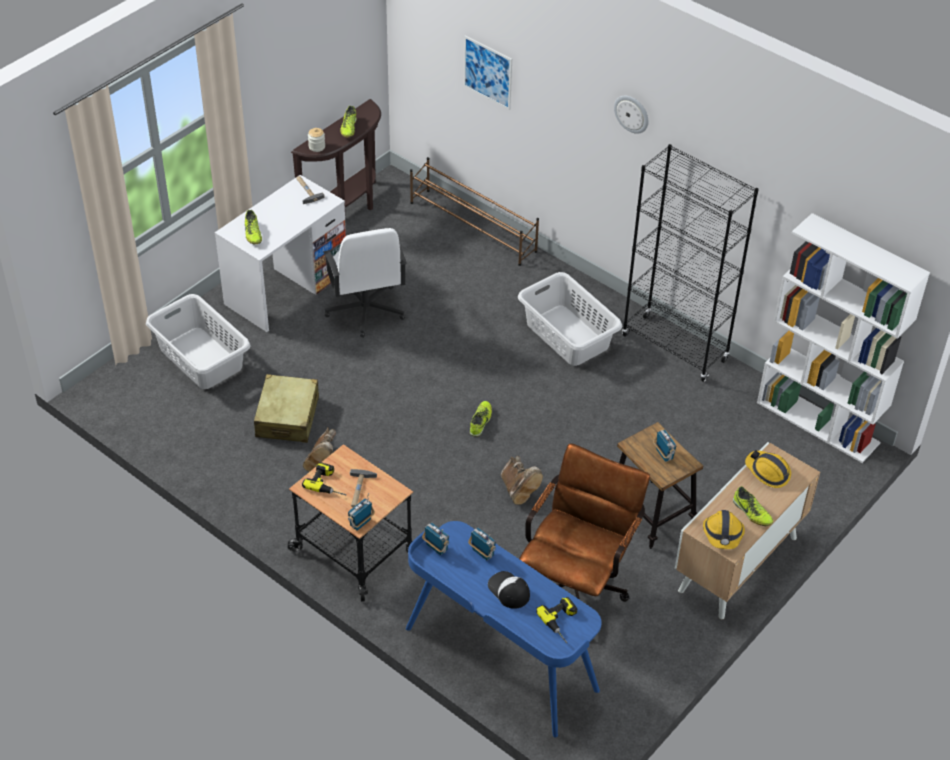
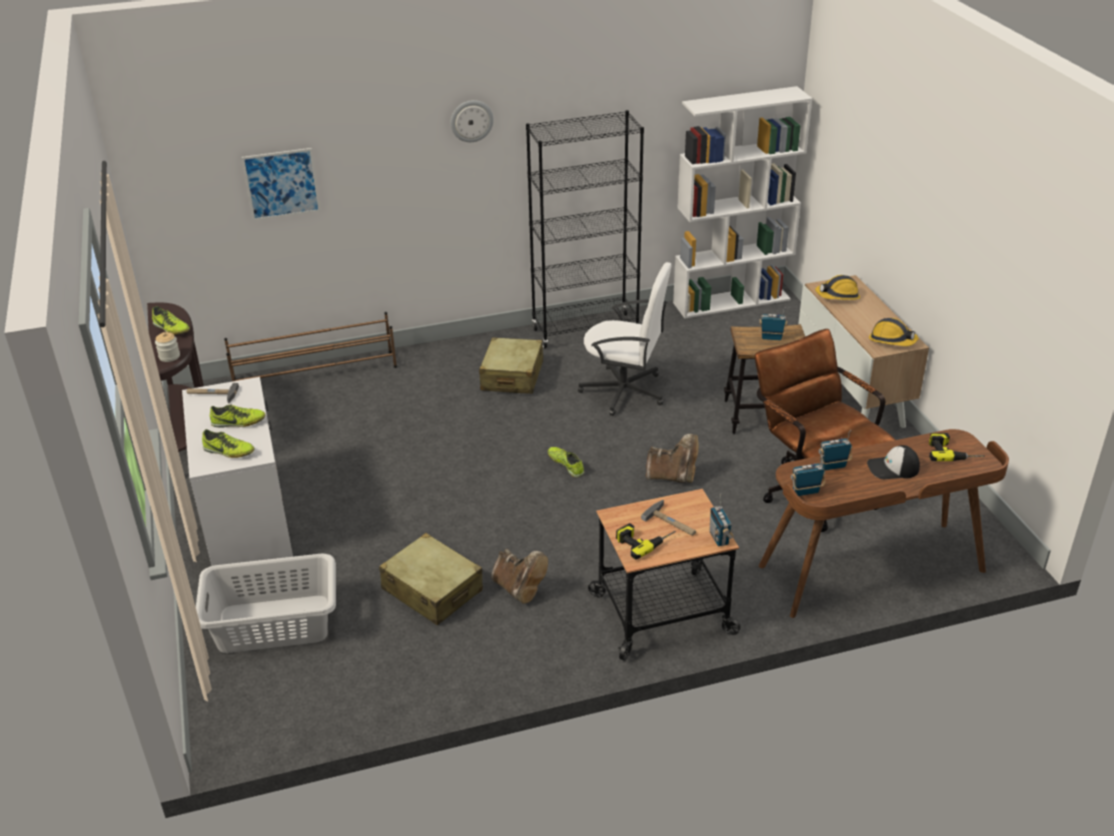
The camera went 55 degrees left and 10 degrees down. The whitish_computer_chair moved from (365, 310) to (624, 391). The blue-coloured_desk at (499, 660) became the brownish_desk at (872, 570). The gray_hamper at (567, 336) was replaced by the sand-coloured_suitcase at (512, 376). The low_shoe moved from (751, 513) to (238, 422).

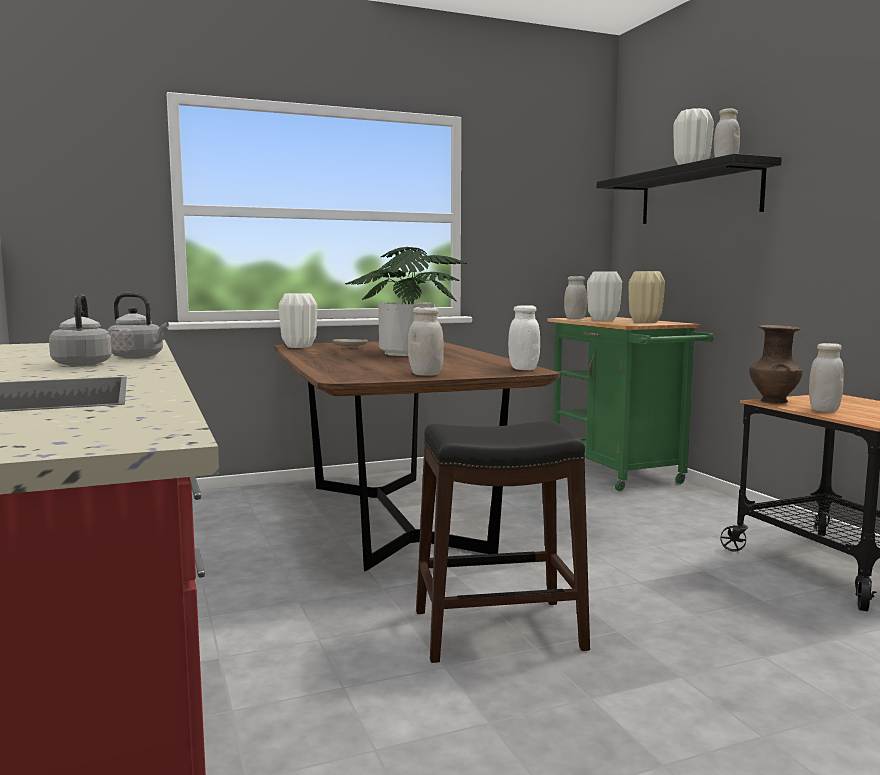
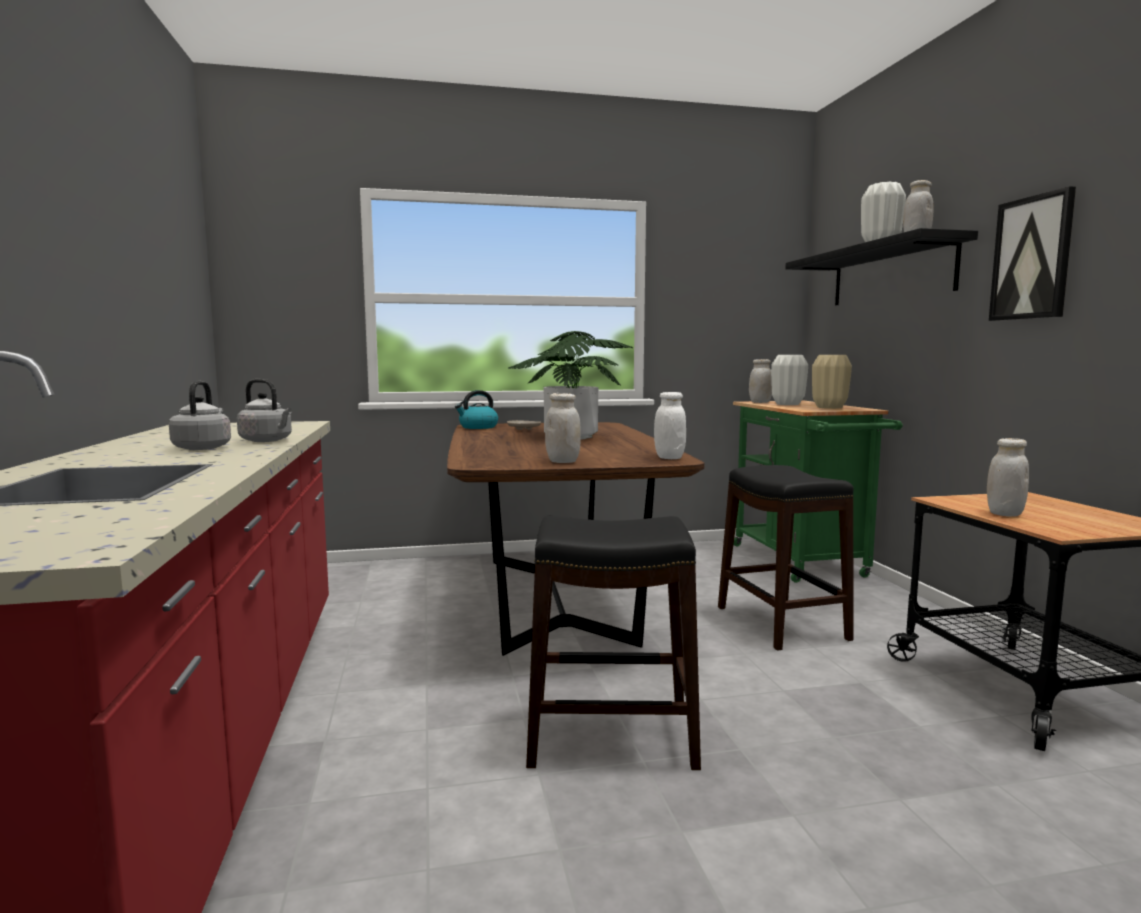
The camera went 10 degrees right and 0 degrees up. The whitish_vase at (299, 347) was replaced by the kettle at (478, 427). The brownish_vase at (773, 401) disappeared. The blackish_stool_seat at (781, 622) appeared. The picture at (1032, 258) appeared.

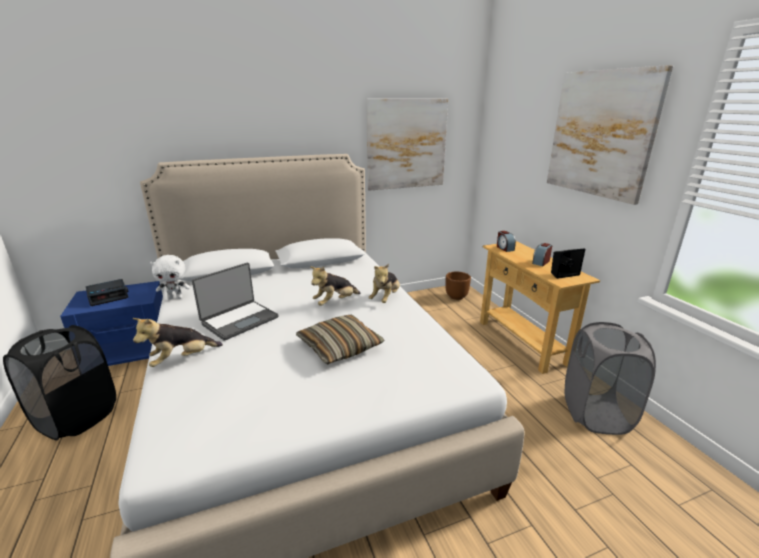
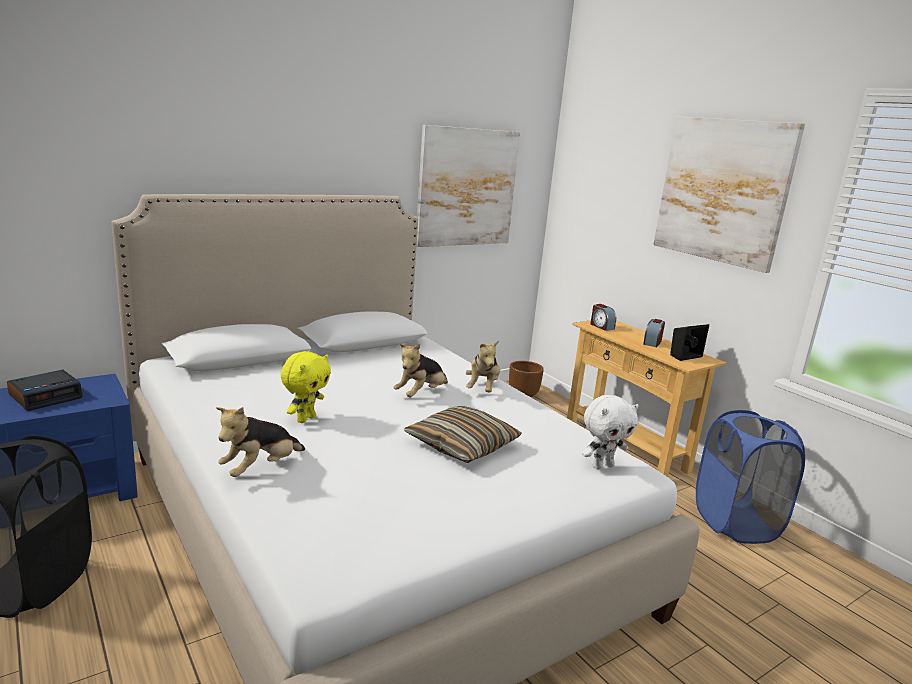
The camera went 15 degrees left and 5 degrees down. The whitish_plush_toy moved from (175, 298) to (602, 466). The laptop at (239, 320) was replaced by the yellow-coloured_plush_toy at (305, 419). The gray_hamper at (596, 414) became the blue-coloured_hamper at (735, 523).

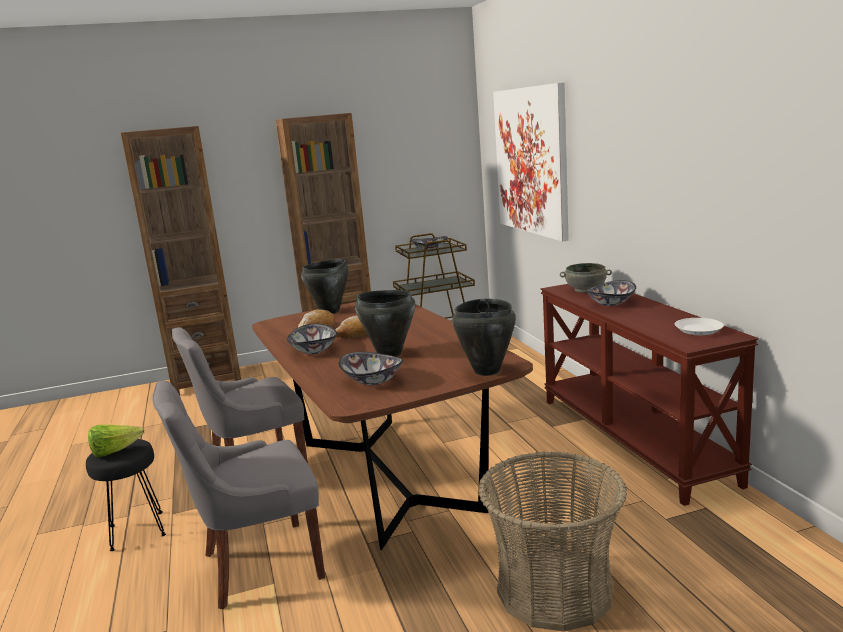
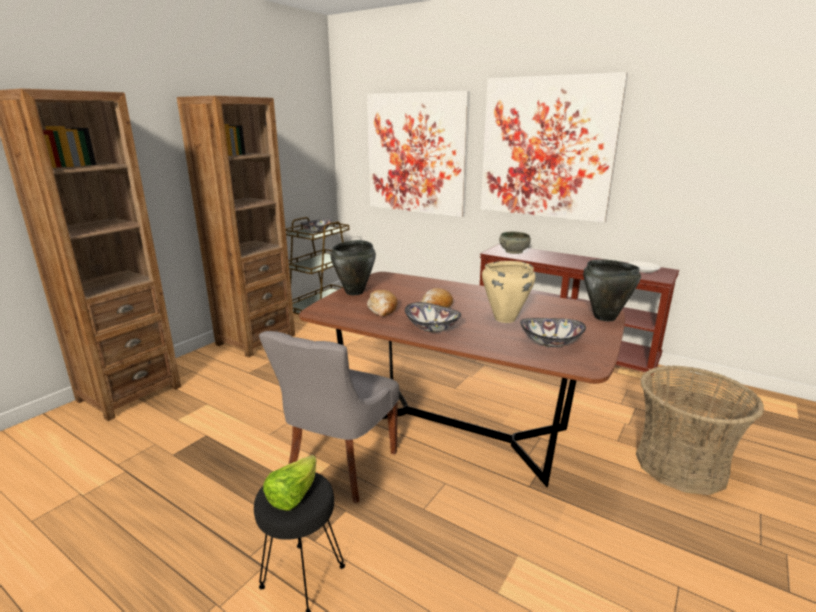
The camera went 40 degrees left and 5 degrees up. The gray_upright_chair at (258, 565) disappeared. The blackish_cooking_pot at (389, 354) became the sand-coloured_cooking_pot at (504, 319). The serving_bowl at (610, 303) disappeared. The picture at (547, 148) appeared.

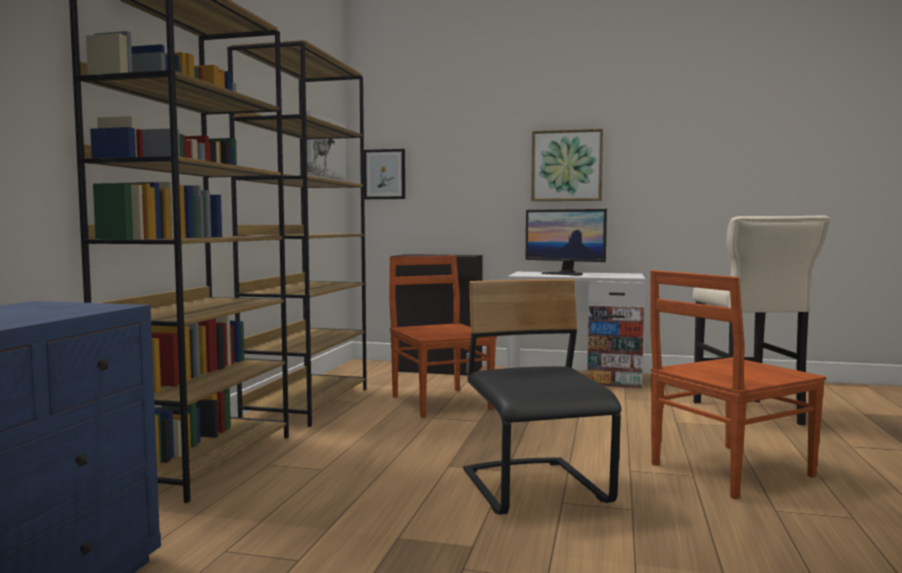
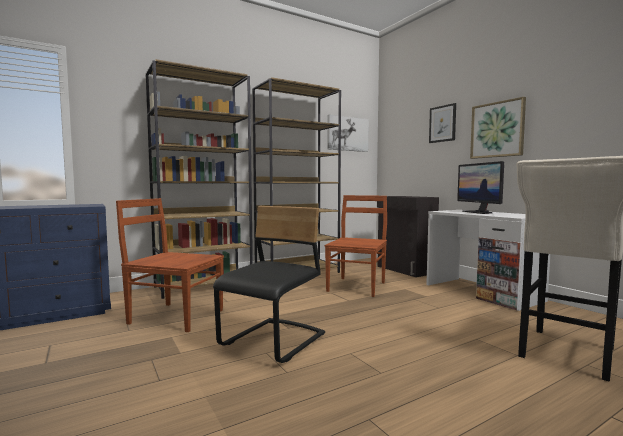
The camera went 45 degrees right and 0 degrees up. The picture moved from (384, 174) to (442, 124). The brownish_upright_chair moved from (728, 471) to (175, 316).

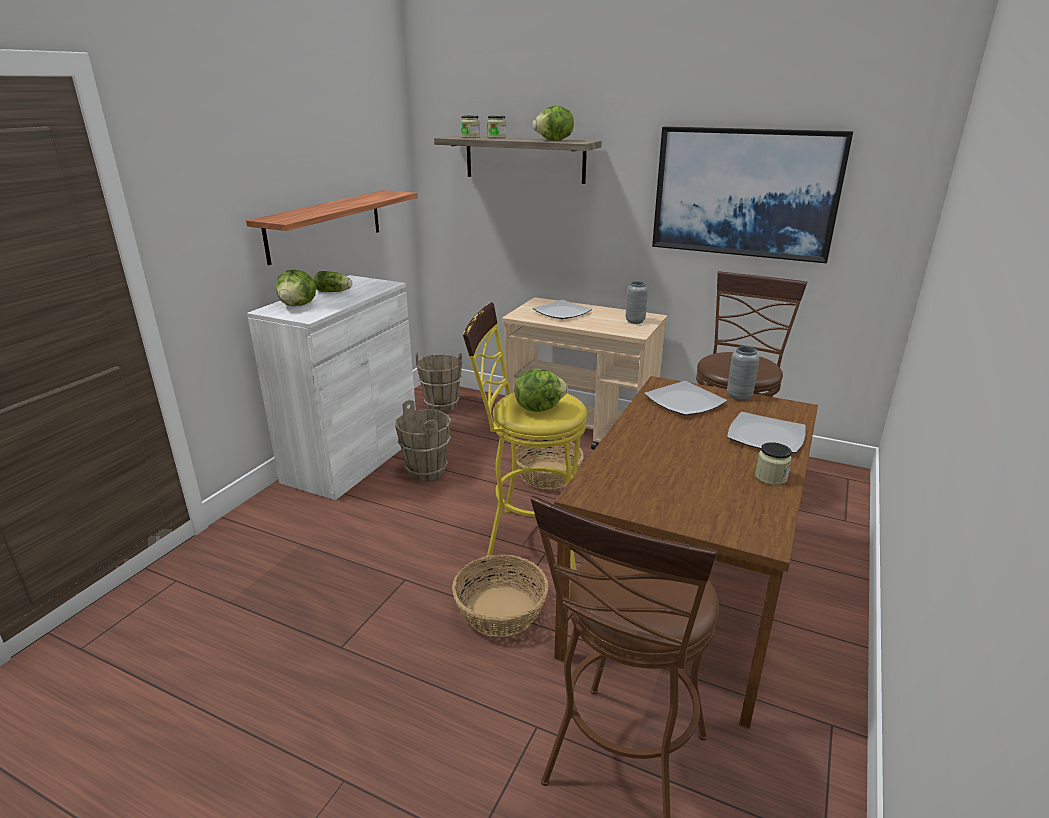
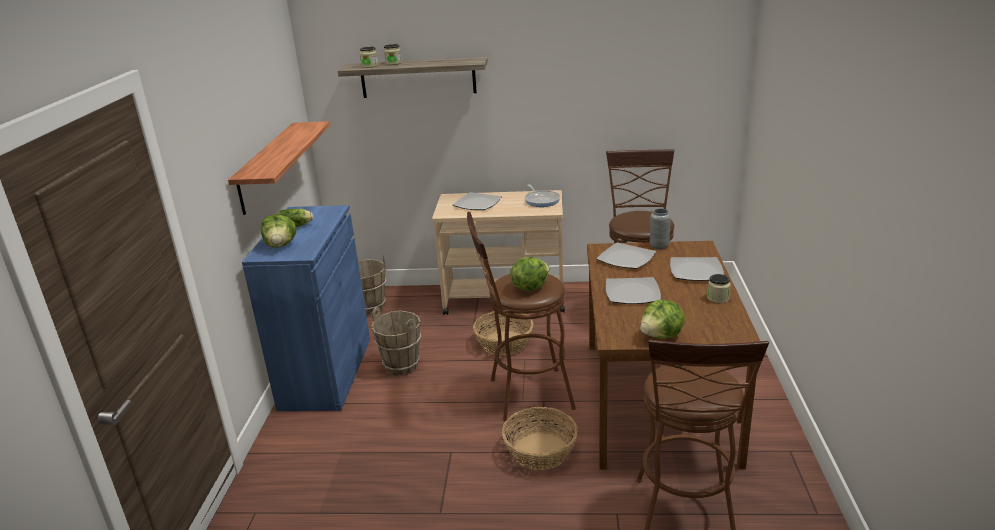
The camera went 20 degrees left and 0 degrees up. The whitish_cabinet at (352, 458) became the blue-coloured_cabinet at (326, 372). The yellow-coloured_stool_seat at (528, 538) became the brownish_stool_seat at (523, 395). The head_of_lettuce moved from (554, 141) to (662, 336). The gray_vase at (635, 321) was replaced by the pan at (541, 200). The picture at (745, 193) disappeared. The plate at (633, 293) appeared.

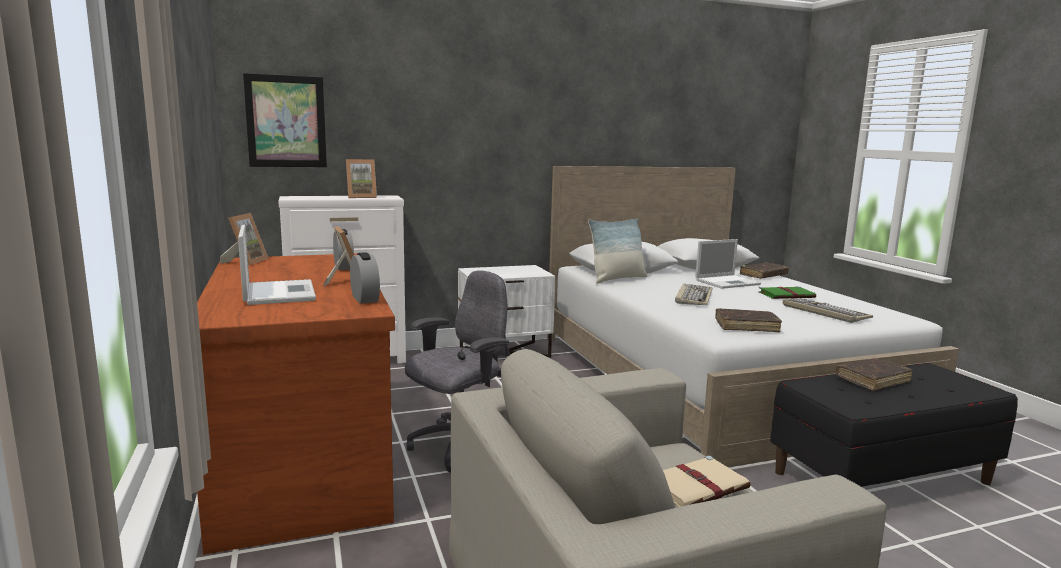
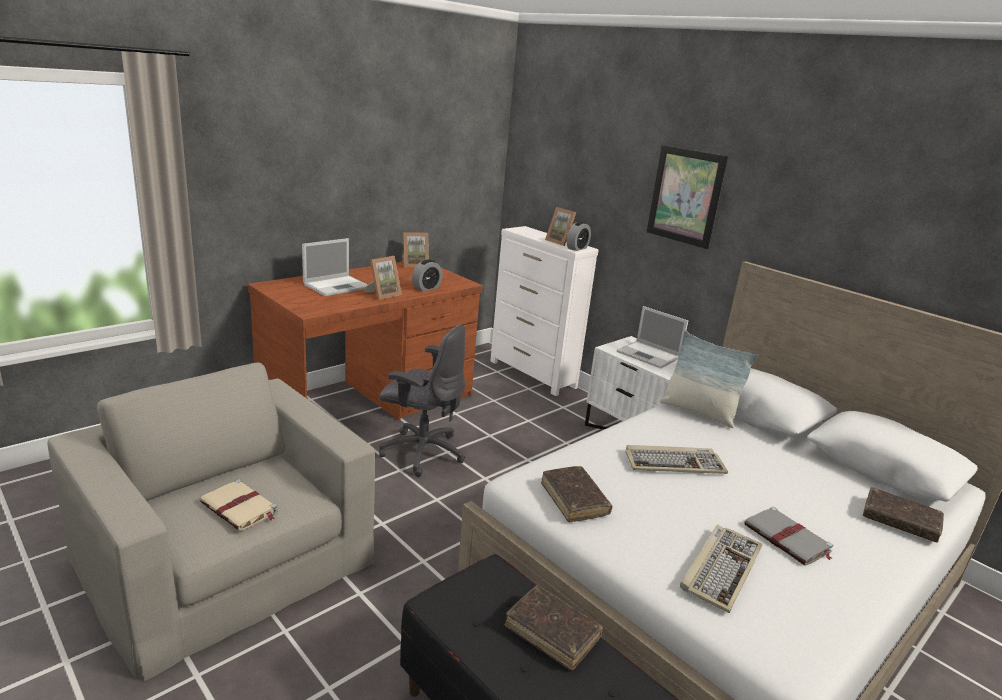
The camera went 65 degrees right and 10 degrees up. The picture moved from (286, 121) to (685, 196). The alarm_clock moved from (365, 299) to (577, 248). The laptop moved from (728, 282) to (649, 355). The green_bound_book at (787, 295) became the gray_bound_book at (788, 539).

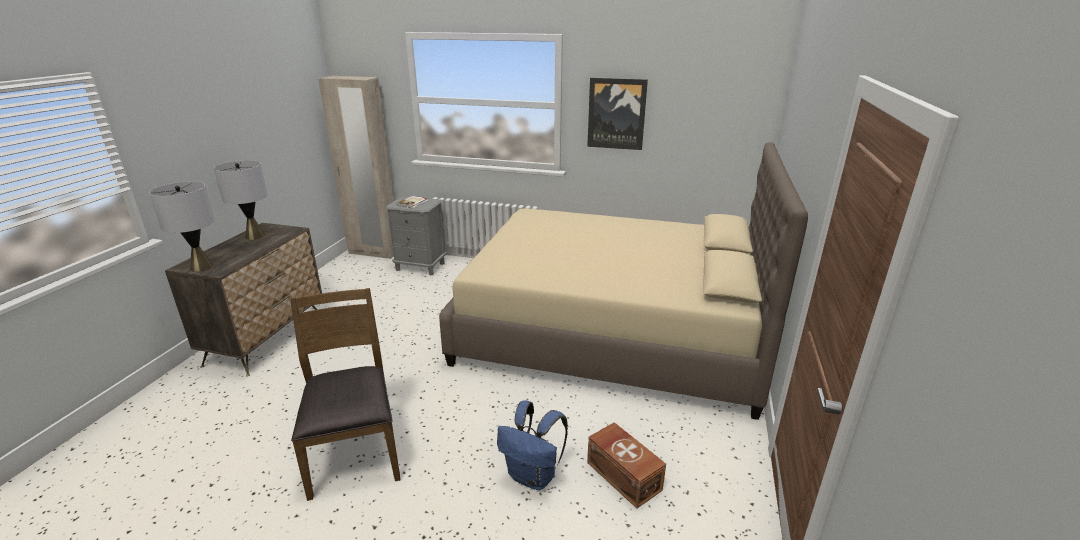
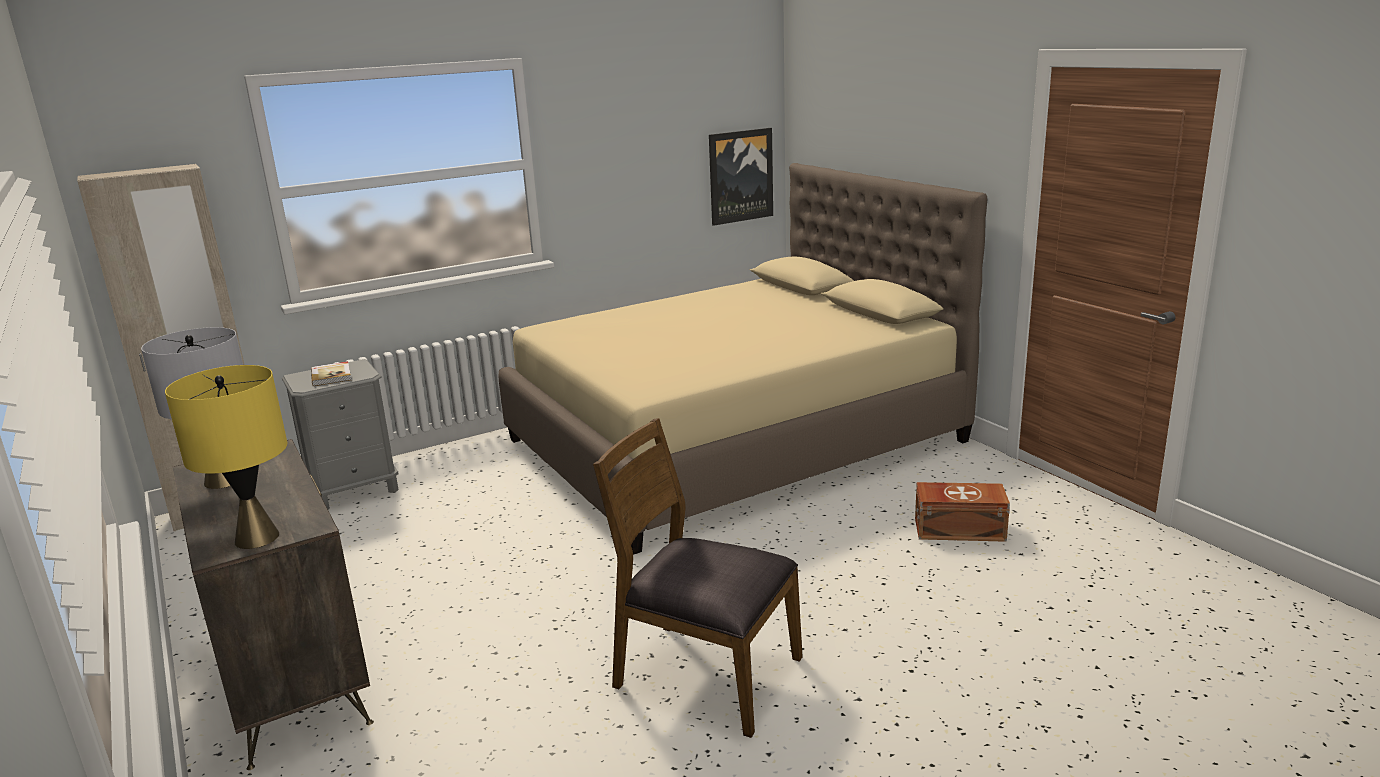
The camera went 45 degrees left and 5 degrees down. The gray_tabletop_lamp at (201, 267) became the yellow-coloured_tabletop_lamp at (256, 538). The blue-coloured_rucksack at (533, 476) disappeared. The picture moved from (616, 114) to (740, 176).

